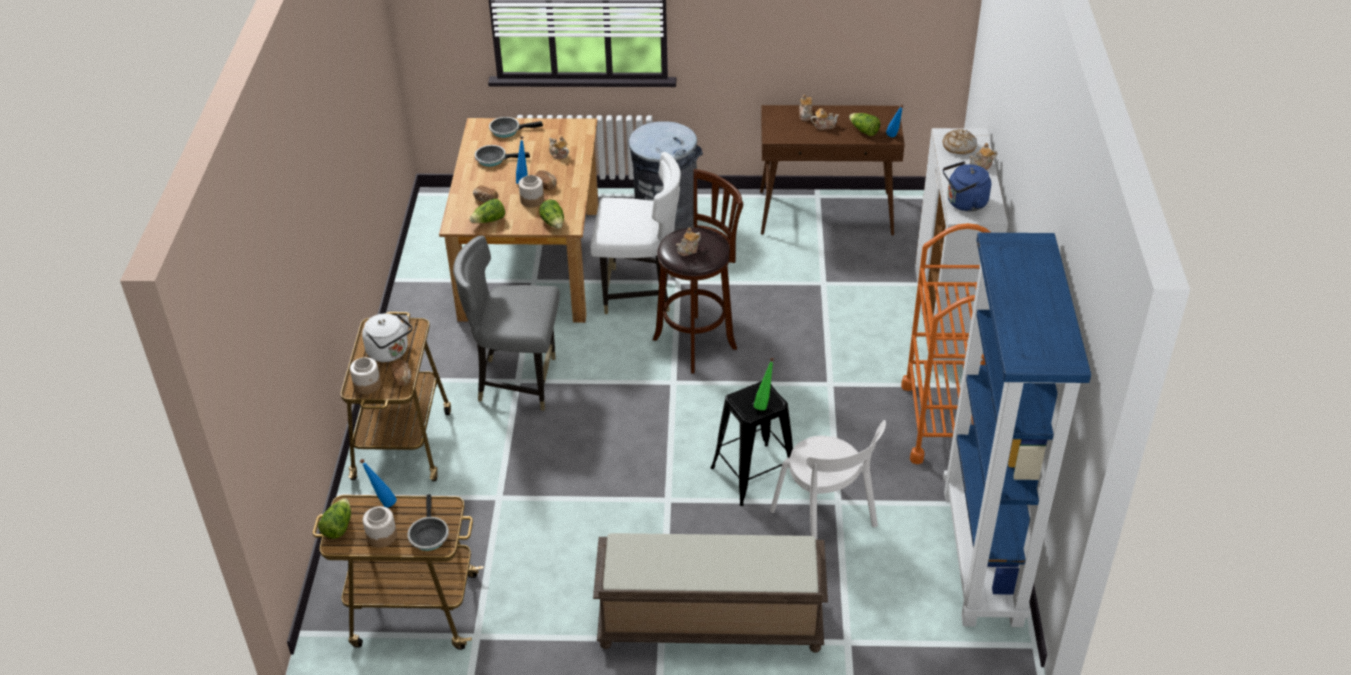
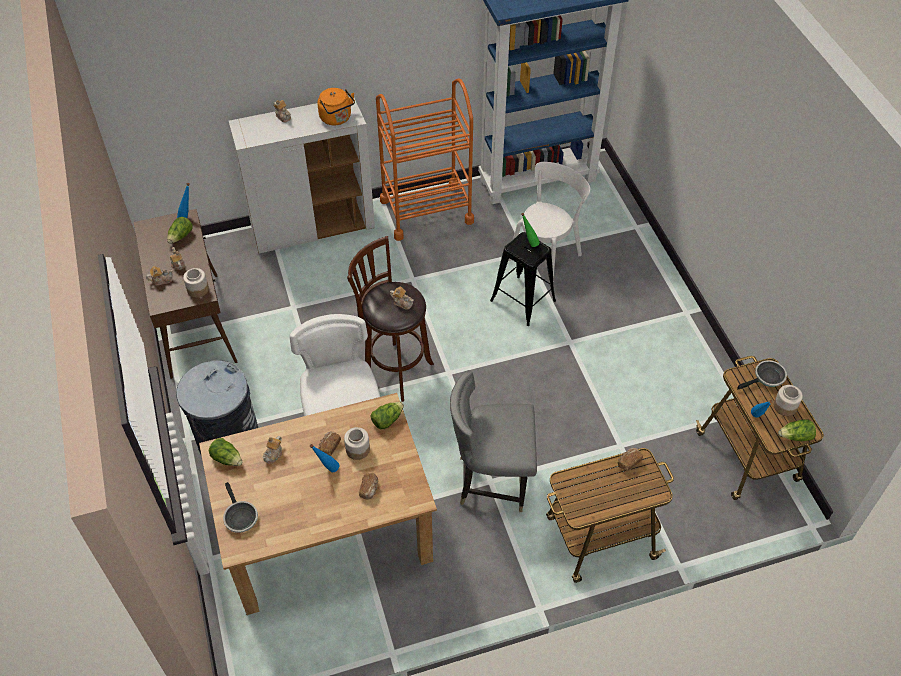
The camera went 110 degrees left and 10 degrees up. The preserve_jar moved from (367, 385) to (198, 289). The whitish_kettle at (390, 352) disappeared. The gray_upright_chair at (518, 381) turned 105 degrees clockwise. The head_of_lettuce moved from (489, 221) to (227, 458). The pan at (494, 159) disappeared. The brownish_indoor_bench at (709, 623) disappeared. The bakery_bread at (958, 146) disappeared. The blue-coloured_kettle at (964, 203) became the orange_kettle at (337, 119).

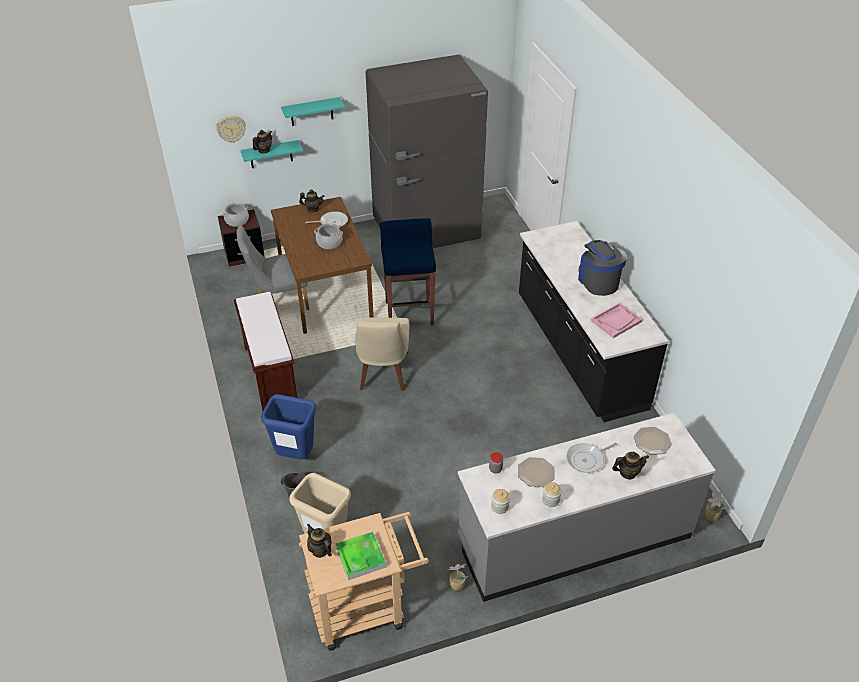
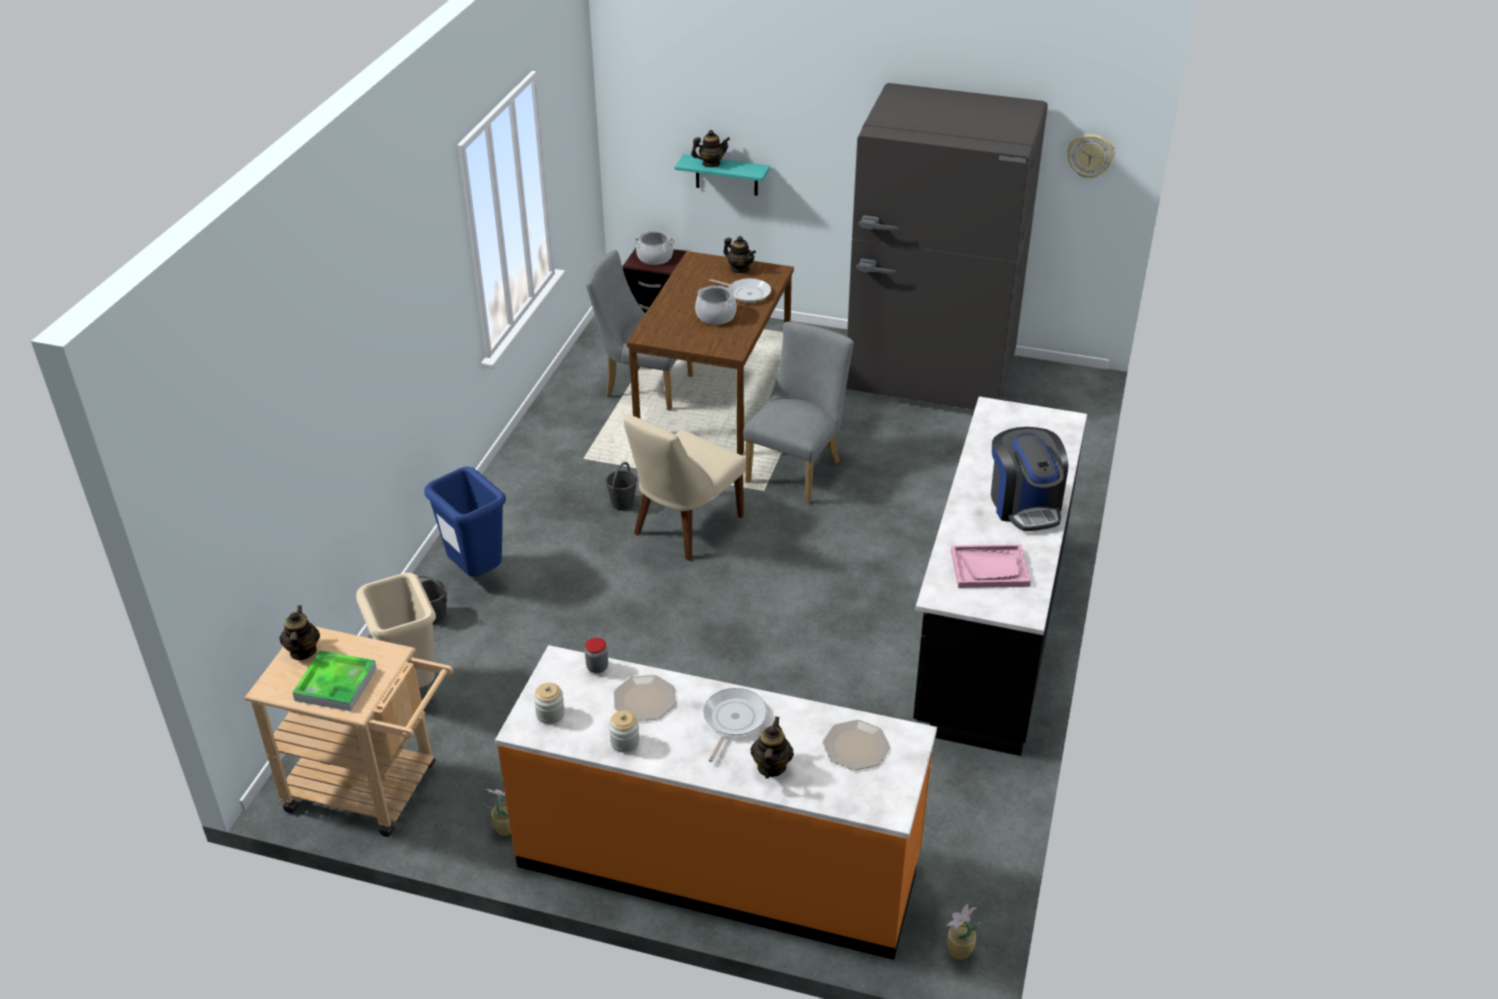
The camera went 35 degrees right and 5 degrees down. The wall_clock moved from (231, 128) to (1090, 155). The brownish_indoor_bench at (270, 374) disappeared. The turquoise-coloured_wall_shelf at (311, 112) disappeared. The blue-coloured_stool_seat at (409, 312) was replaced by the gray_upright_chair at (797, 468). The gray_counter at (573, 538) became the orange_counter at (719, 861). The pan at (587, 459) turned 105 degrees clockwise. The coffee_maker at (598, 281) turned 150 degrees clockwise. The teapot at (628, 473) turned 105 degrees counterclockwise. The gray_water_bucket at (623, 503) appeared.

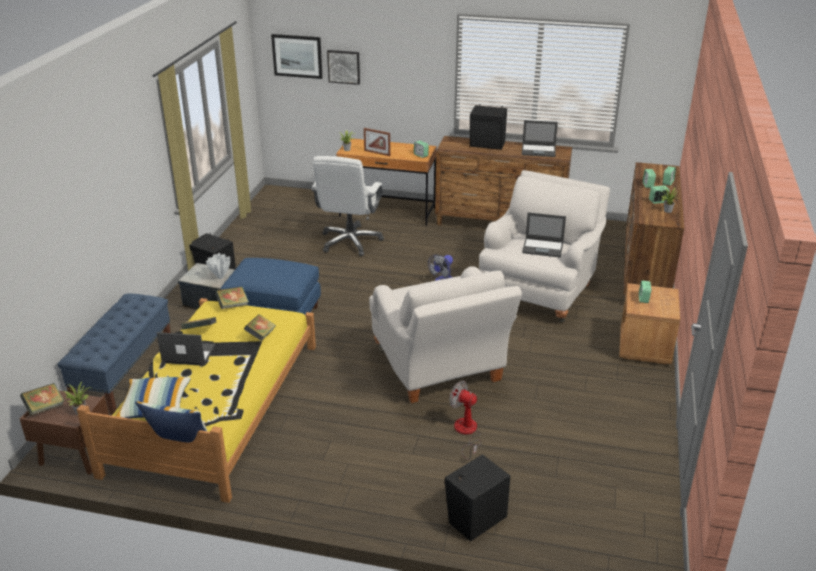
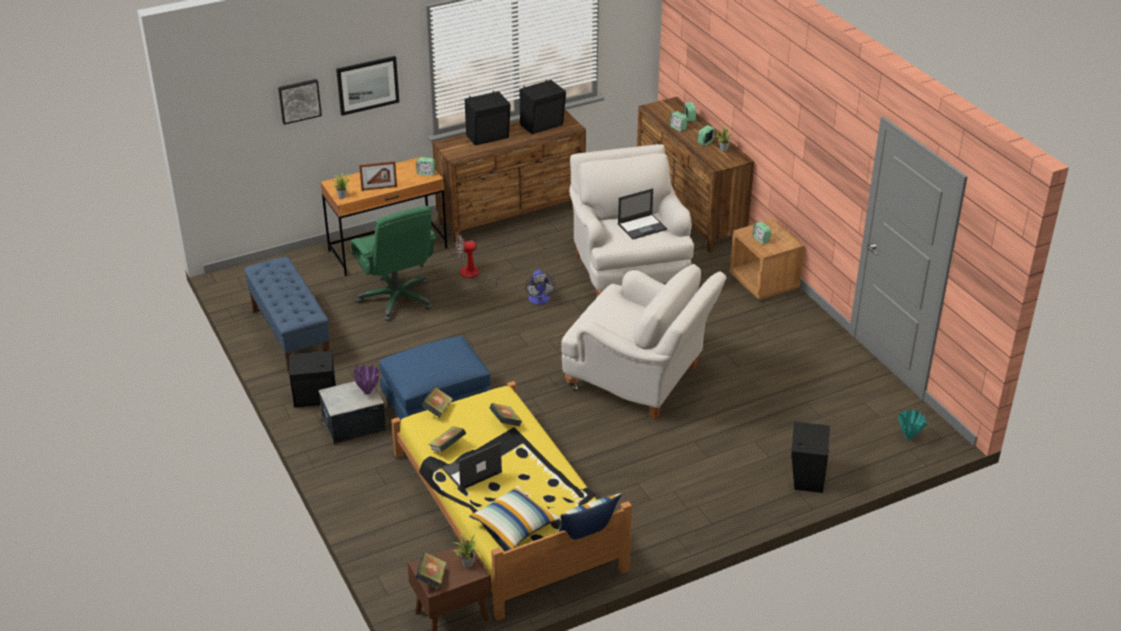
The camera went 40 degrees left and 5 degrees up. The blue-coloured_indoor_bench moved from (125, 373) to (290, 335). The whitish_vase at (220, 278) became the purplish_vase at (368, 392). The picture moved from (297, 56) to (367, 85). The whitish_computer_chair at (350, 241) became the green_computer_chair at (397, 299). The electric_fan moved from (466, 432) to (474, 275). The laptop at (539, 150) was replaced by the blackish_loudspeaker at (543, 125). The turquoise-coloured_vase at (909, 437) appeared.

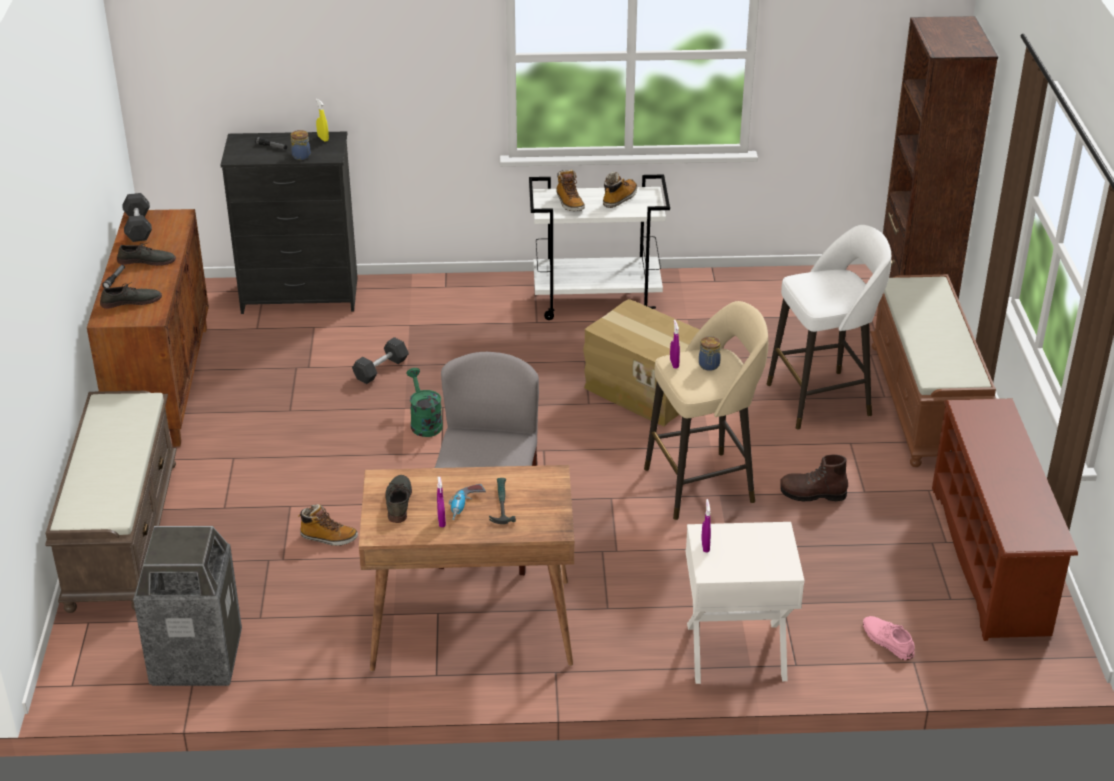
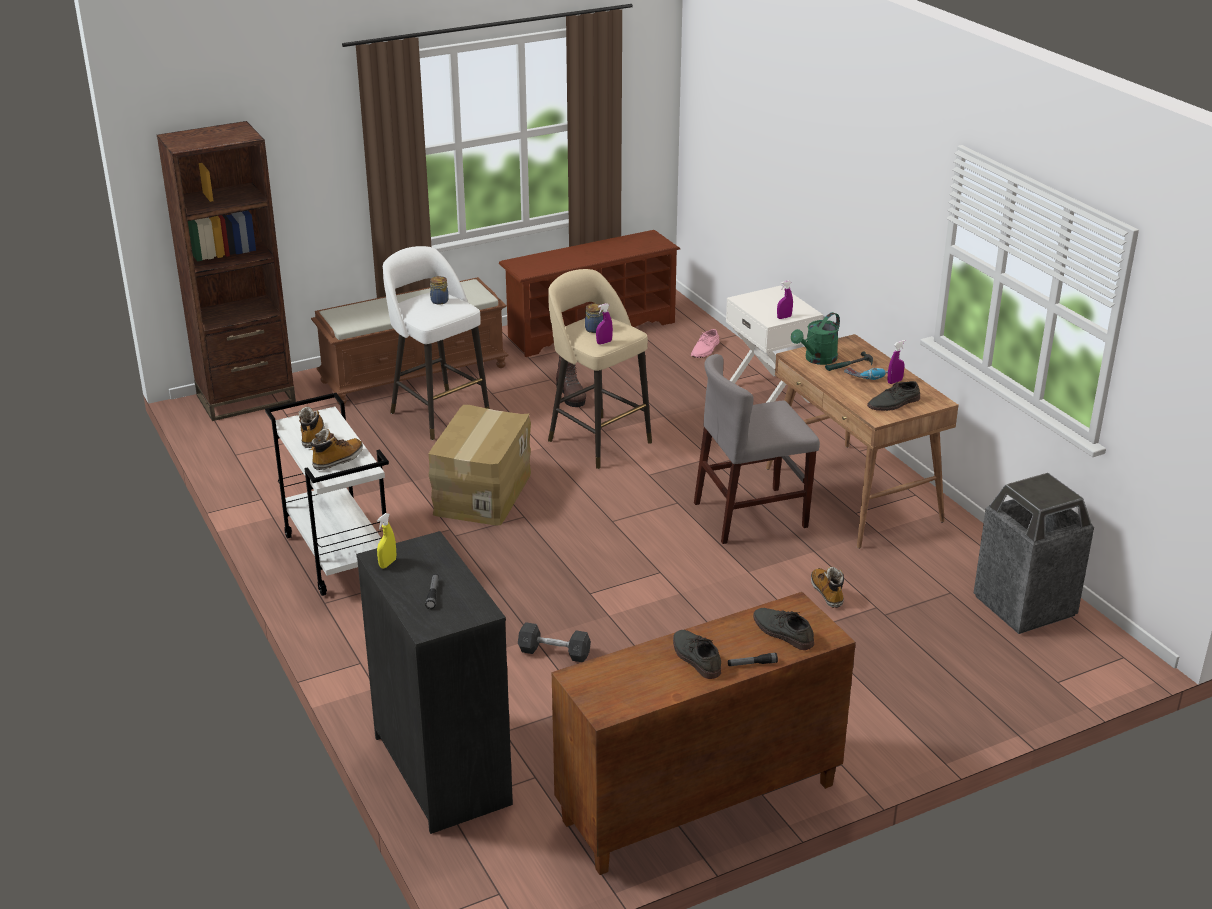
The camera went 115 degrees left and 5 degrees down. The brownish_indoor_bench at (121, 533) disappeared. The gray_dumbbell at (138, 227) disappeared. The preserve_jar moved from (301, 156) to (439, 301). The green_sprinkling_can moved from (424, 422) to (817, 359). The high-top_boot at (619, 199) turned 75 degrees clockwise.

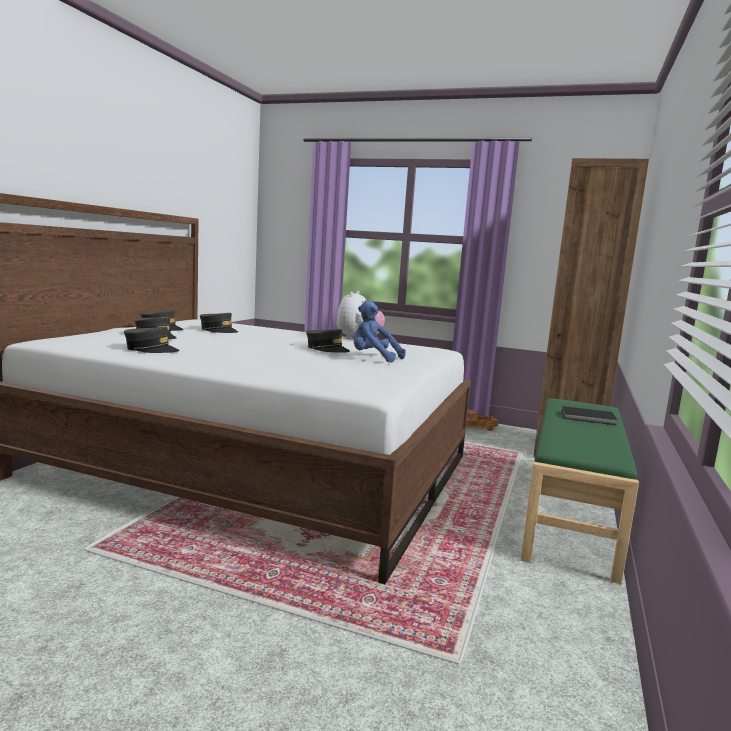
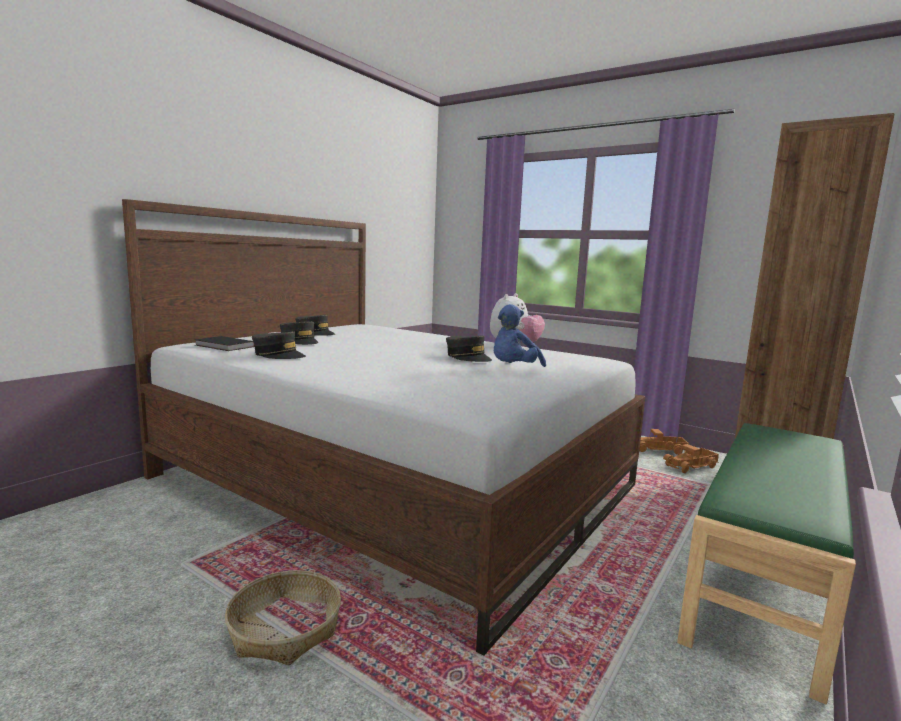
The camera went 15 degrees right and 0 degrees up. The gray_baseball_cap at (218, 330) disappeared. The blue-coloured_plush_toy at (373, 358) turned 90 degrees counterclockwise. The blackish_bound_book moved from (589, 418) to (224, 346). The storage_basket at (284, 629) appeared. The model_truck at (691, 466) appeared.

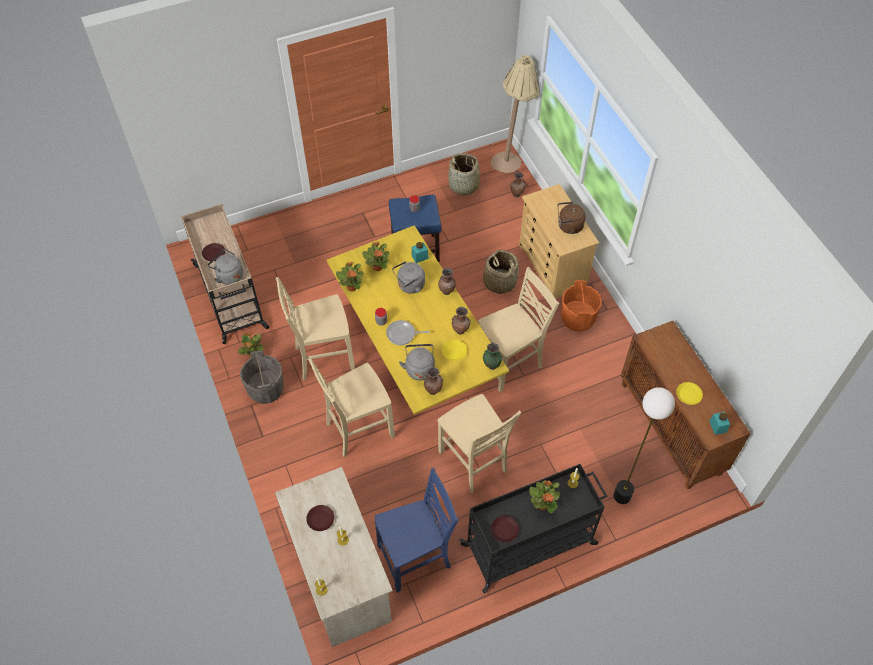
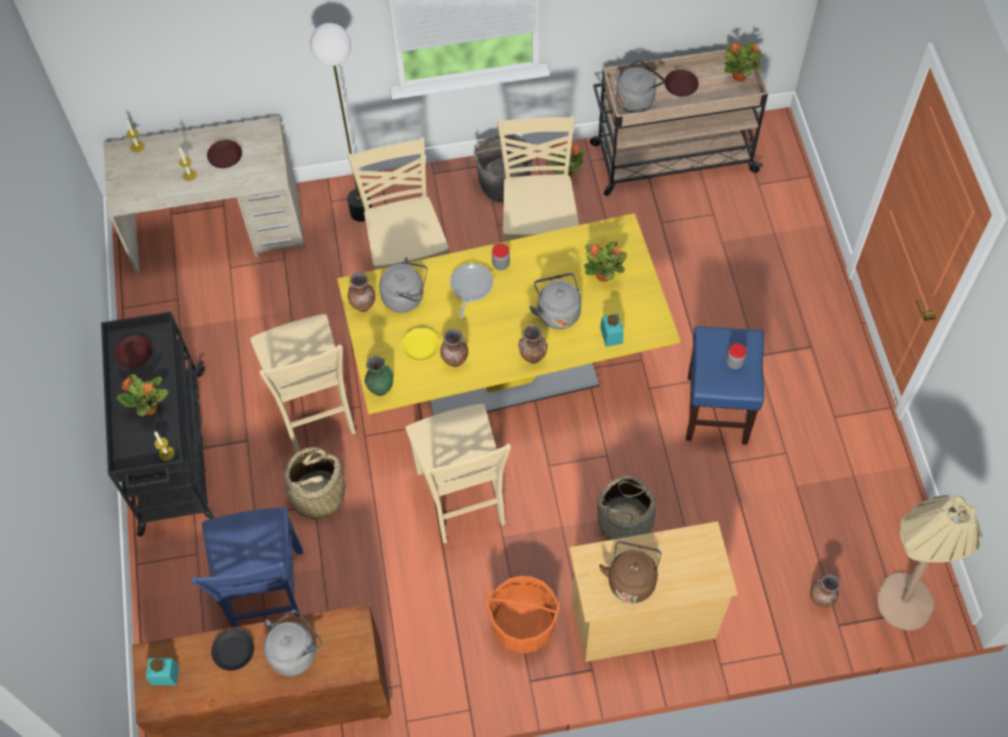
The camera went 105 degrees right and 5 degrees up. The houseplant moved from (351, 287) to (740, 76). The blue-coloured_upright_chair moved from (416, 558) to (268, 597). The sand-coloured_upright_chair at (474, 462) turned 90 degrees counterclockwise. The storage_basket moved from (464, 185) to (317, 496). The standard_lamp moved from (622, 495) to (361, 212). The yellow-coloured_plate at (688, 395) became the blackish_plate at (233, 651). The gray_kettle at (295, 651) appeared.

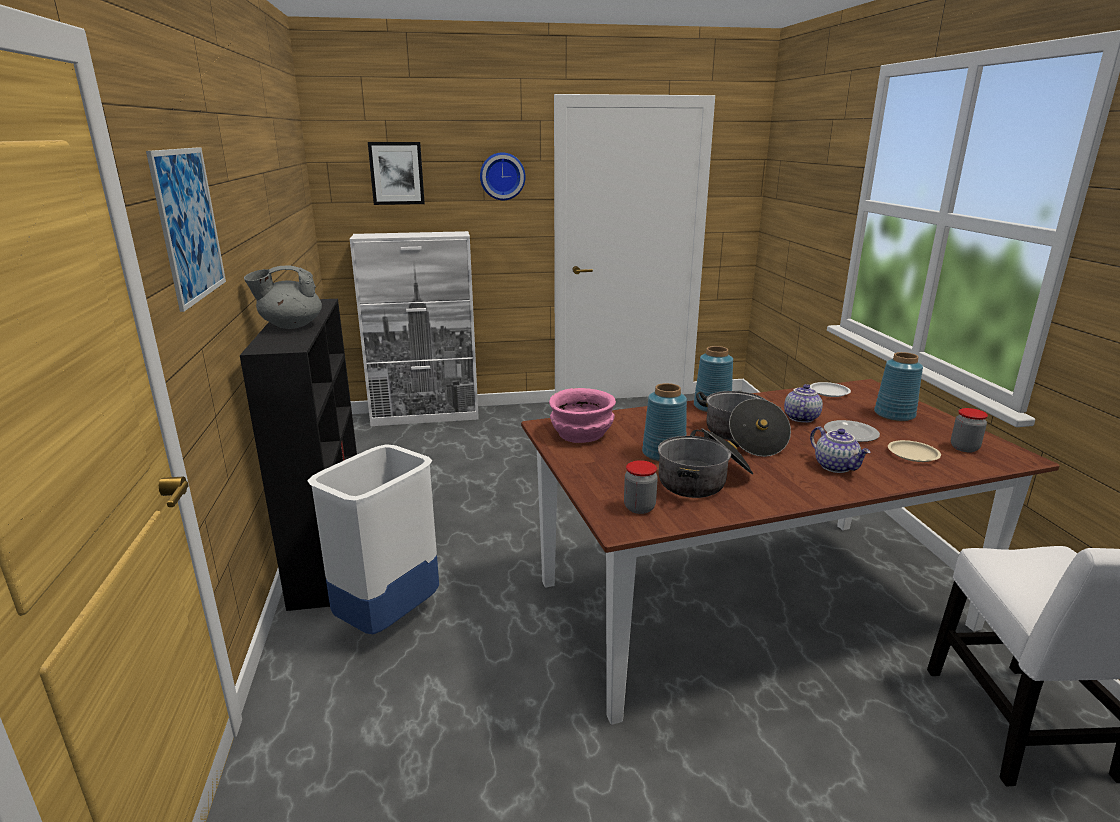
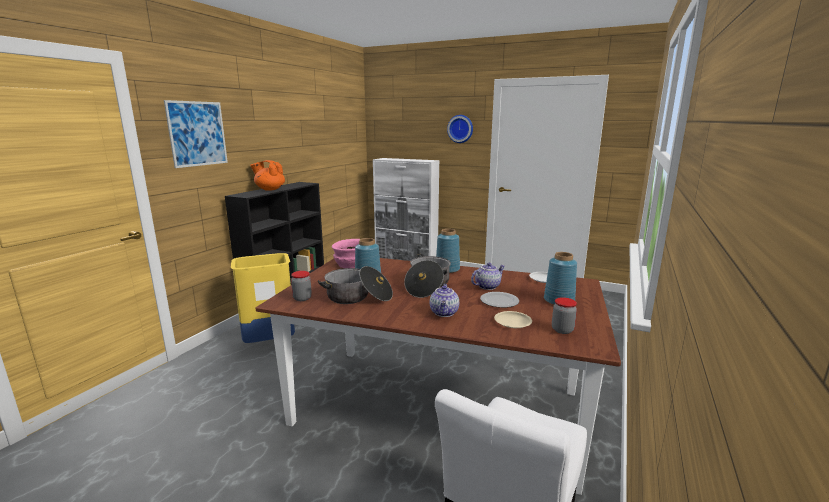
The camera went 35 degrees right and 5 degrees down. The gray_teapot at (290, 326) became the orange_teapot at (270, 189). The whitish_rubbish_bin at (388, 617) became the yellow-coloured_rubbish_bin at (269, 342). The picture at (396, 173) disappeared.

